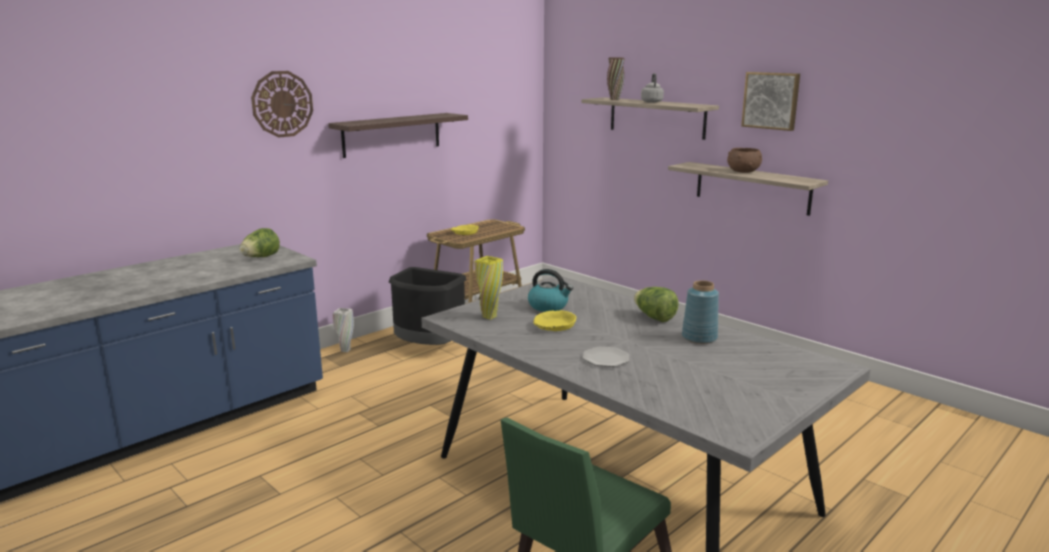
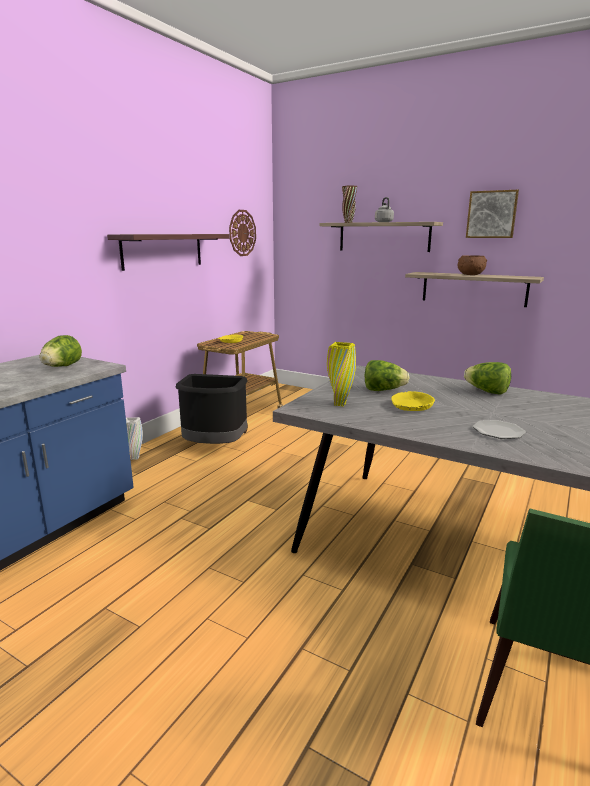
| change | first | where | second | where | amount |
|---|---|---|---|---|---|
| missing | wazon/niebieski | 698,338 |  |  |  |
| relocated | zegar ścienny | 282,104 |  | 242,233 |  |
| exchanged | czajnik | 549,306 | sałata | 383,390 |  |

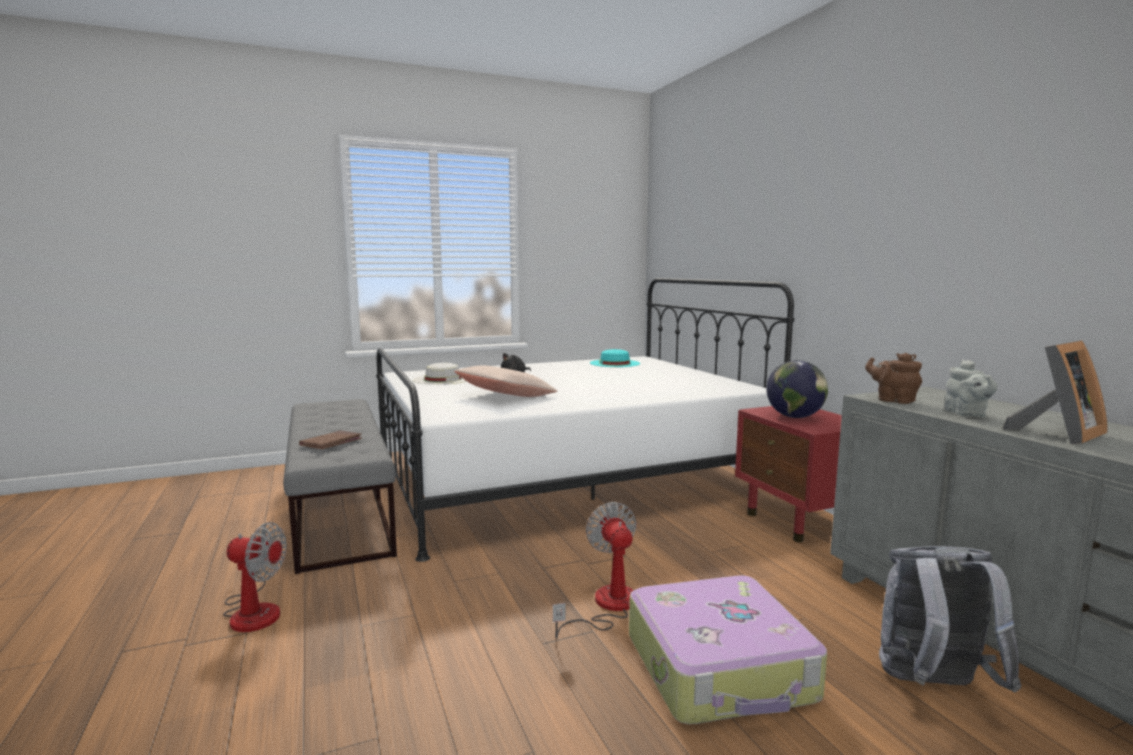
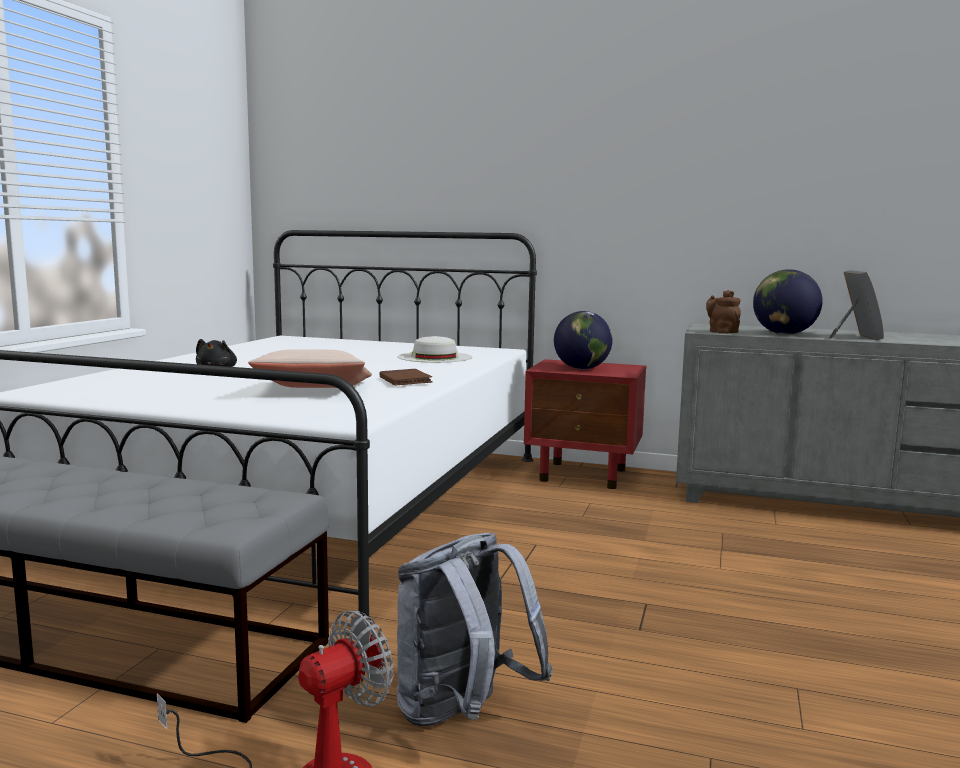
| change | first | where | second | where | amount |
|---|---|---|---|---|---|
| missing | wentylator | 606,606 |  |  |  |
| missing | kapelusz/turkusowy | 614,363 |  |  |  |
| missing | walizka | 720,668 |  |  |  |
| relocated | książka/brązowy | 331,443 |  | 405,381 |  |
| relocated | kapelusz/biały | 442,379 |  | 434,357 |  |
| relocated | plecak/szary | 932,686 |  | 462,715 |  |
| exchanged | imbryk/szary | 967,414 | globus | 784,334 |  |
| spun | imbryk/brązowy | 893,400 |  | 721,332 | 75 degrees clockwise |

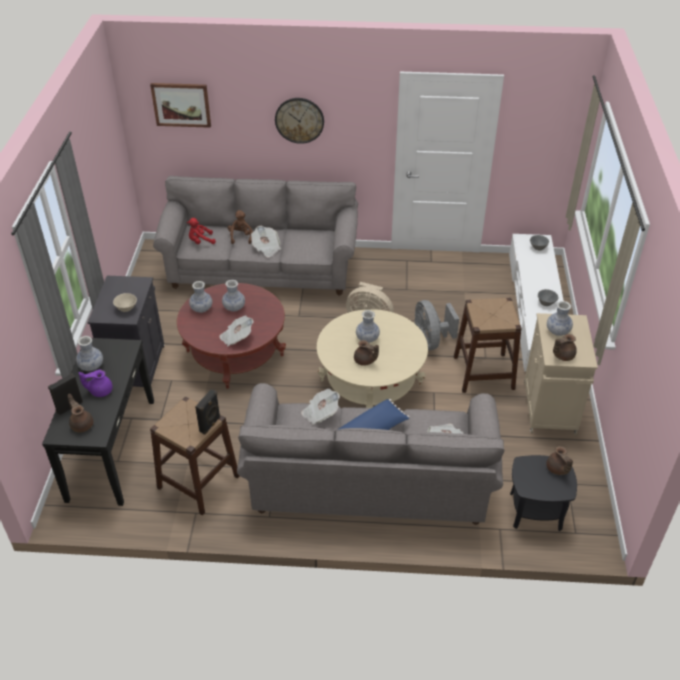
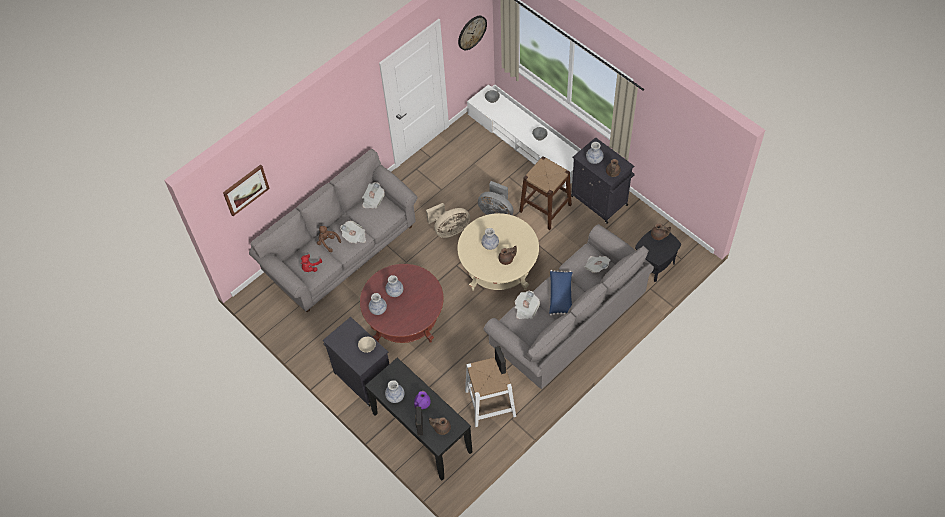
| change | first | where | second | where | amount |
|---|---|---|---|---|---|
| relocated | gazeta | 236,337 |  | 372,200 |  |
| relocated | zegar ścienny | 299,120 |  | 471,32 |  |
| colour | stołek/brązowy | 198,482 | stołek/biały | 490,403 |  |
| colour | szafka/beżowy | 549,409 | szafka/czarny | 600,201 |  |

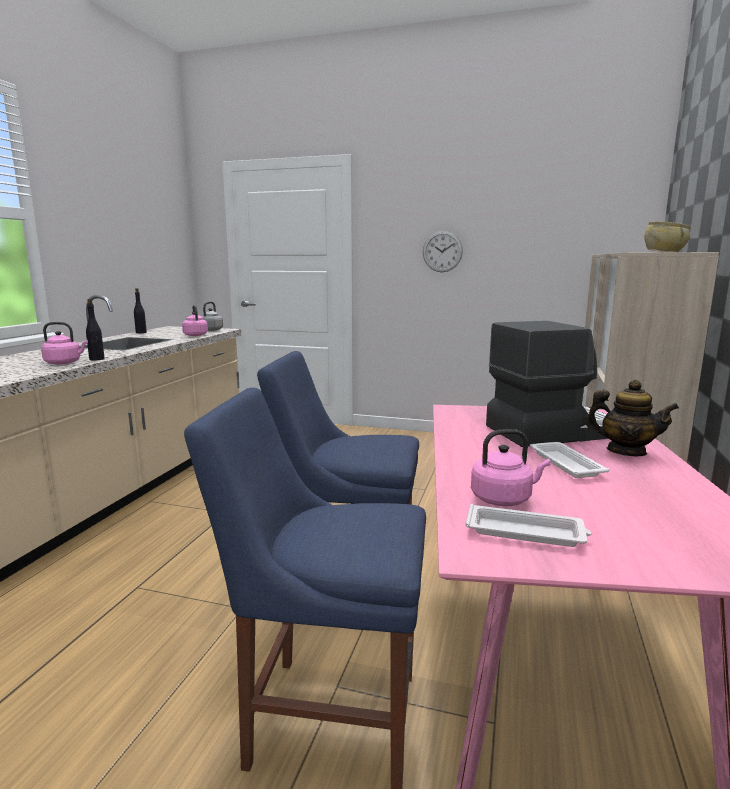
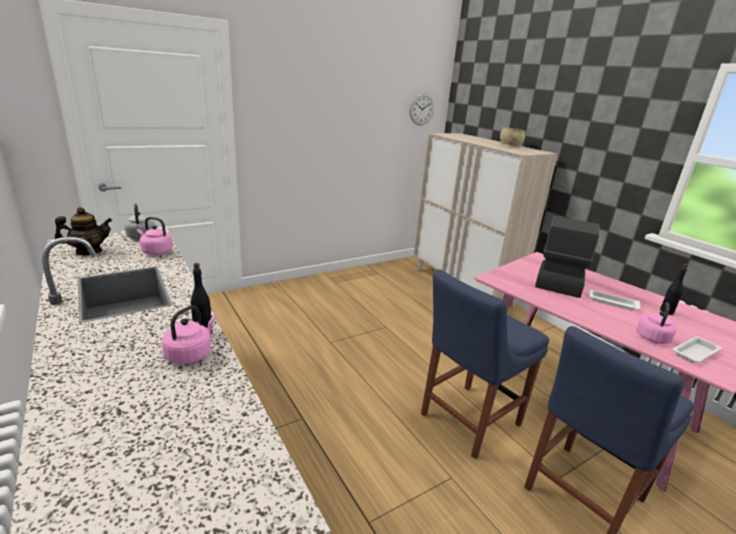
| change | first | where | second | where | amount |
|---|---|---|---|---|---|
| relocated | butelka/czarny | 141,332 |  | 666,311 |  |
| relocated | zegar ścienny | 442,251 |  | 421,109 |  |
| relocated | imbryk | 626,451 |  | 89,252 |  |

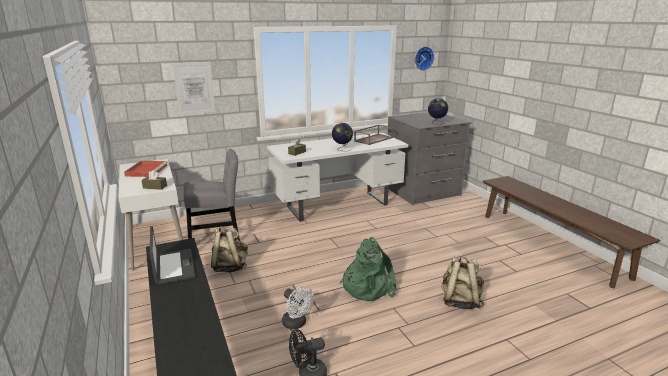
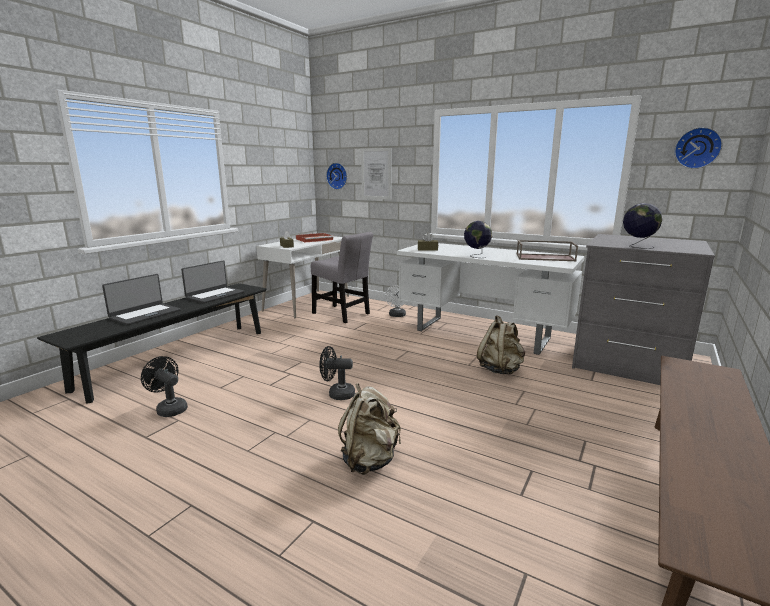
| change | first | where | second | where | amount |
|---|---|---|---|---|---|
| appeared |  |  | laptop | 145,314 |  |
| appeared |  |  | zegar ścienny | 337,176 |  |
| relocated | plecak/beżowy | 230,267 |  | 500,369 |  |
| relocated | wentylator/biały | 296,324 |  | 397,315 |  |
| exchanged | plecak/zielony | 367,286 | wentylator/czarny | 337,394 |  |

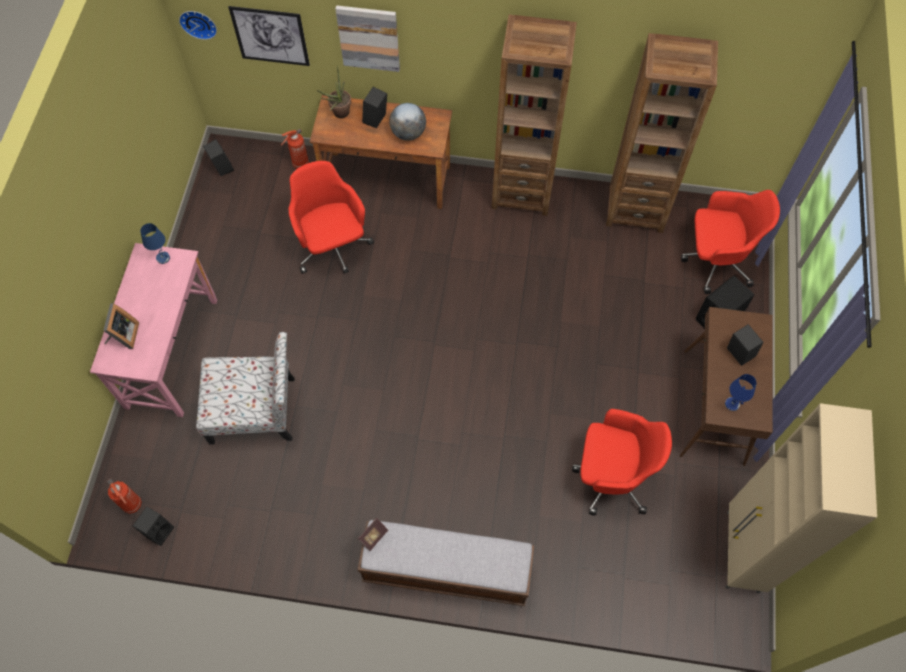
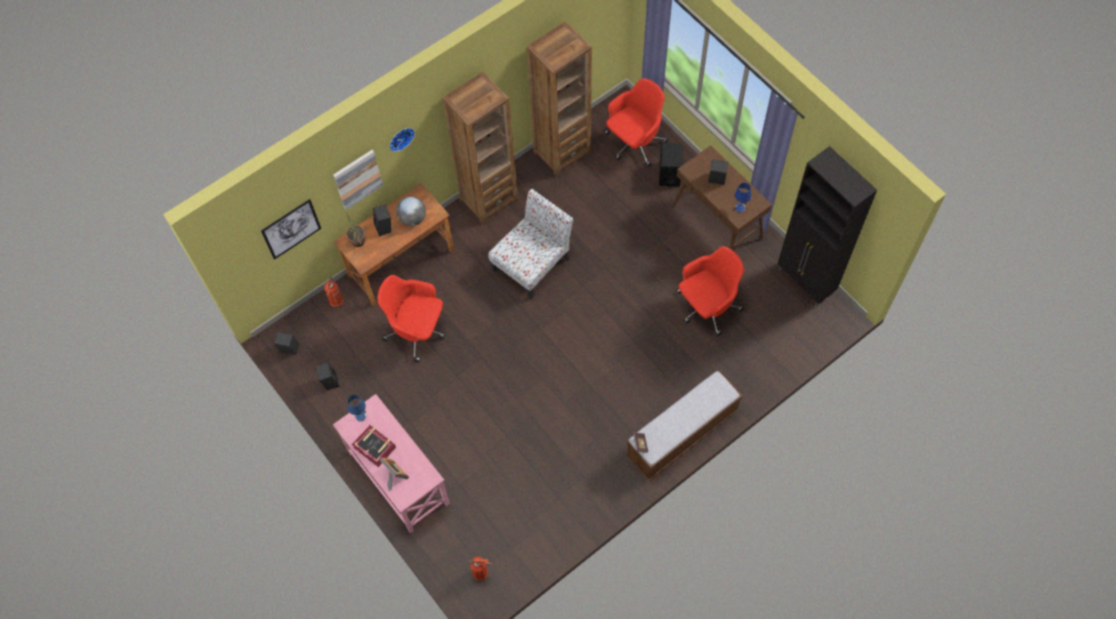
| change | first | where | second | where | amount |
|---|---|---|---|---|---|
| appeared |  |  | książka | 375,447 |  |
| relocated | głośnik/czarny | 159,530 |  | 329,381 |  |
| relocated | zegar ścienny | 199,23 |  | 400,138 |  |
| relocated | krzesło | 255,410 |  | 532,263 |  |
| colour | szafka/beżowy | 742,552 | szafka/czarny | 805,283 |  |

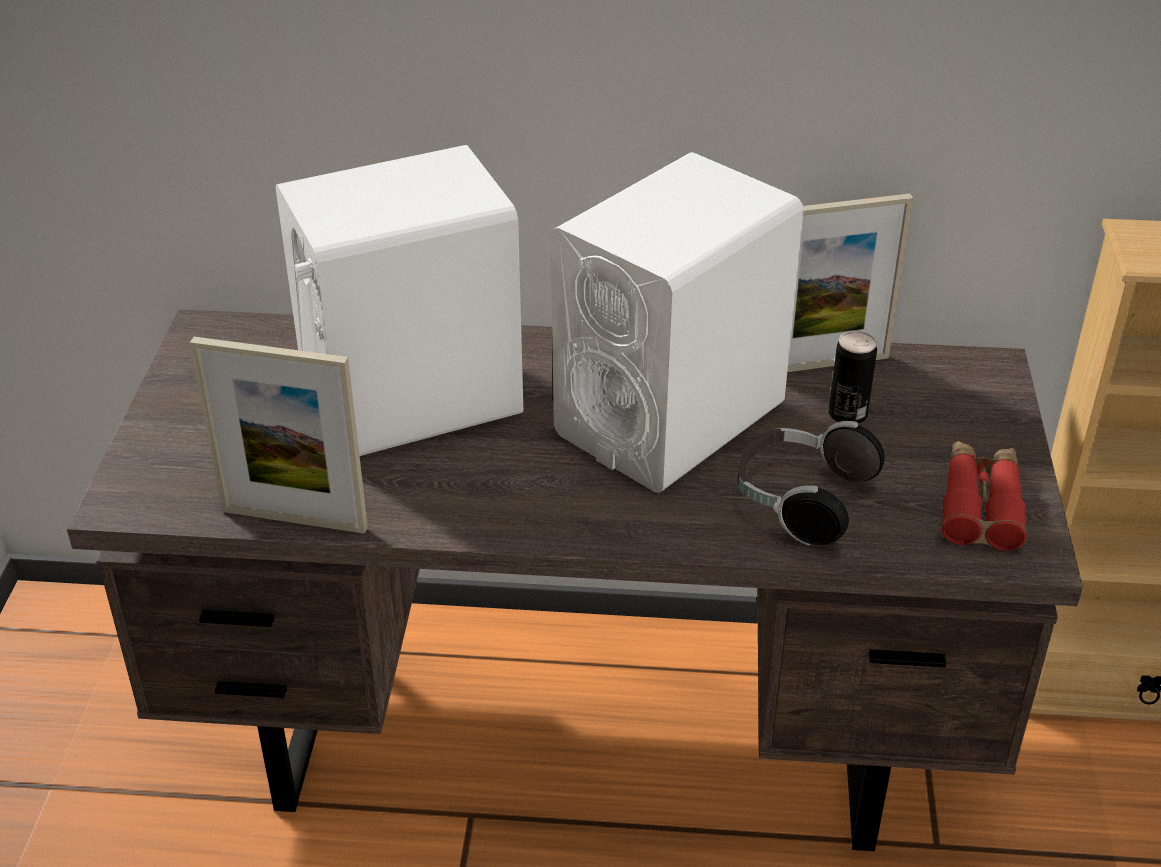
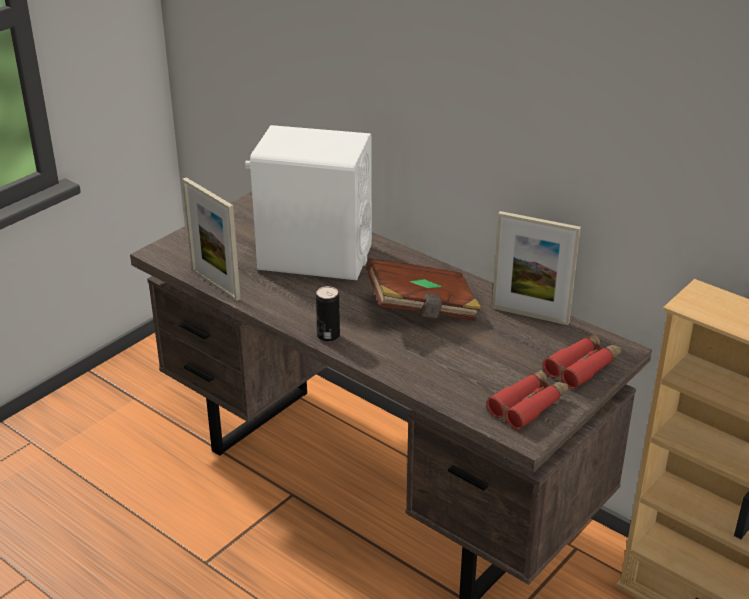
| change | first | where | second | where | amount |
|---|---|---|---|---|---|
| missing | słuchawki | 800,500 |  |  |  |
| appeared |  |  | lornetka/czerwony | 582,367 |  |
| relocated | puszka | 847,414 |  | 328,336 |  |
| exchanged | głośnik/biały | 670,419 | książka/brązowy | 422,309 |  |

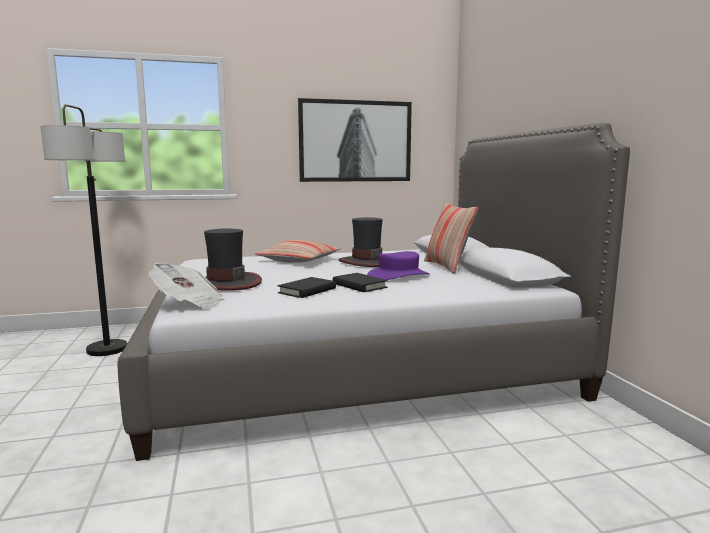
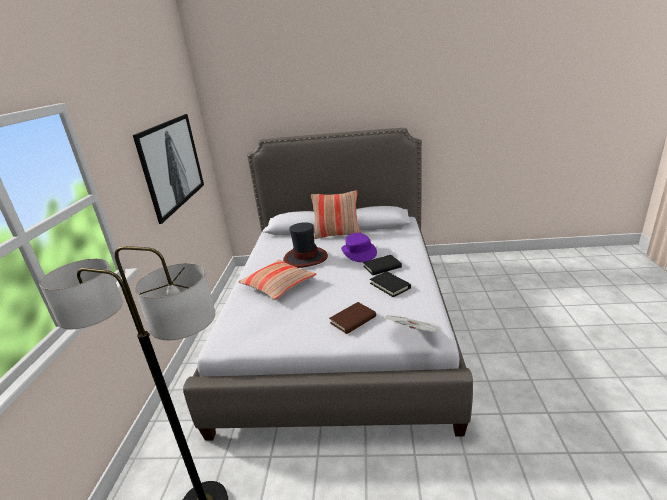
| change | first | where | second | where | amount |
|---|---|---|---|---|---|
| exchanged | kapelusz | 226,283 | książka/brązowy | 353,320 |  |

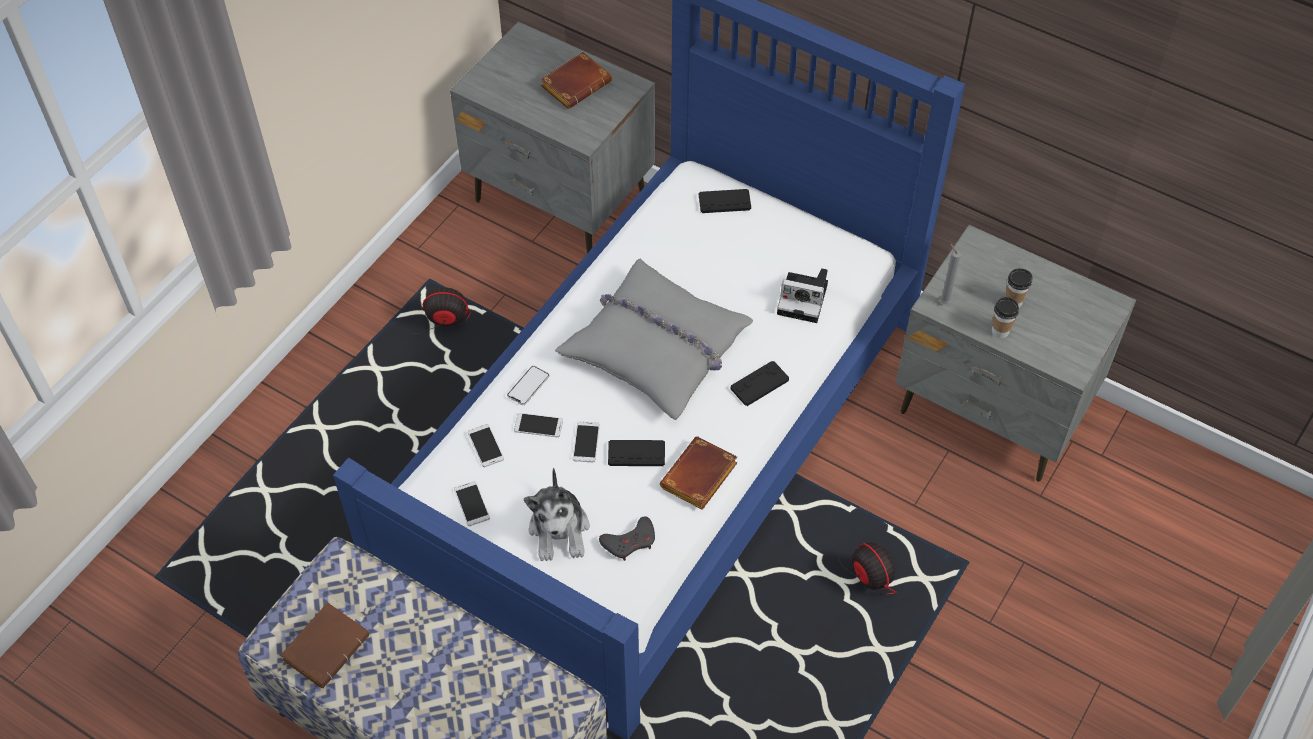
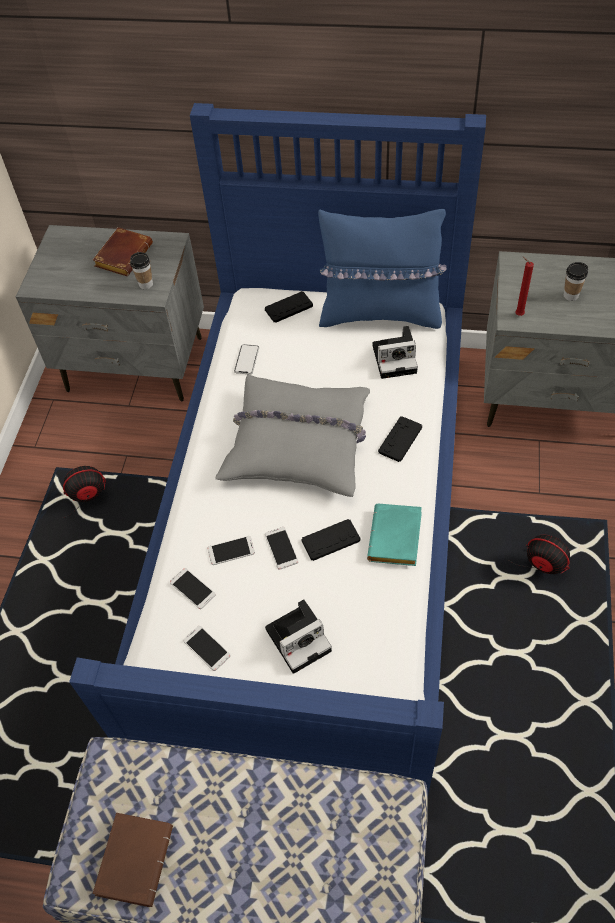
| change | first | where | second | where | amount |
|---|---|---|---|---|---|
| missing | pad do gier/szary | 630,541 |  |  |  |
| appeared |  |  | poduszka/niebieski | 380,314 |  |
| relocated | telefon | 528,386 |  | 246,360 |  |
| relocated | filiżanka | 1000,331 |  | 146,284 |  |
| exchanged | pluszak | 559,530 | aparat fotograficzny | 300,638 |  |
| colour | książka/brązowy | 699,479 | książka/turkusowy | 397,540 |  |
| colour | świeca/szary | 943,301 | świeca/czerwony | 517,314 |  |

